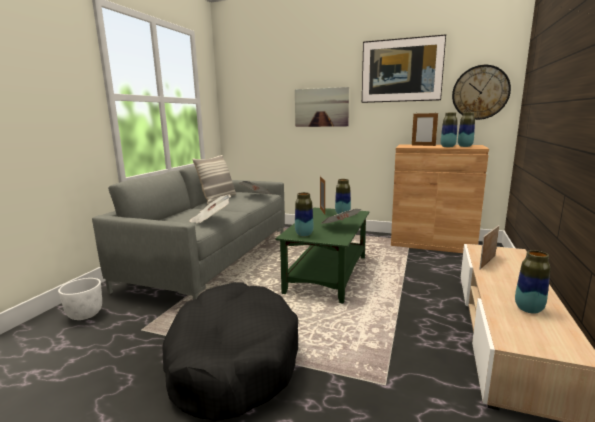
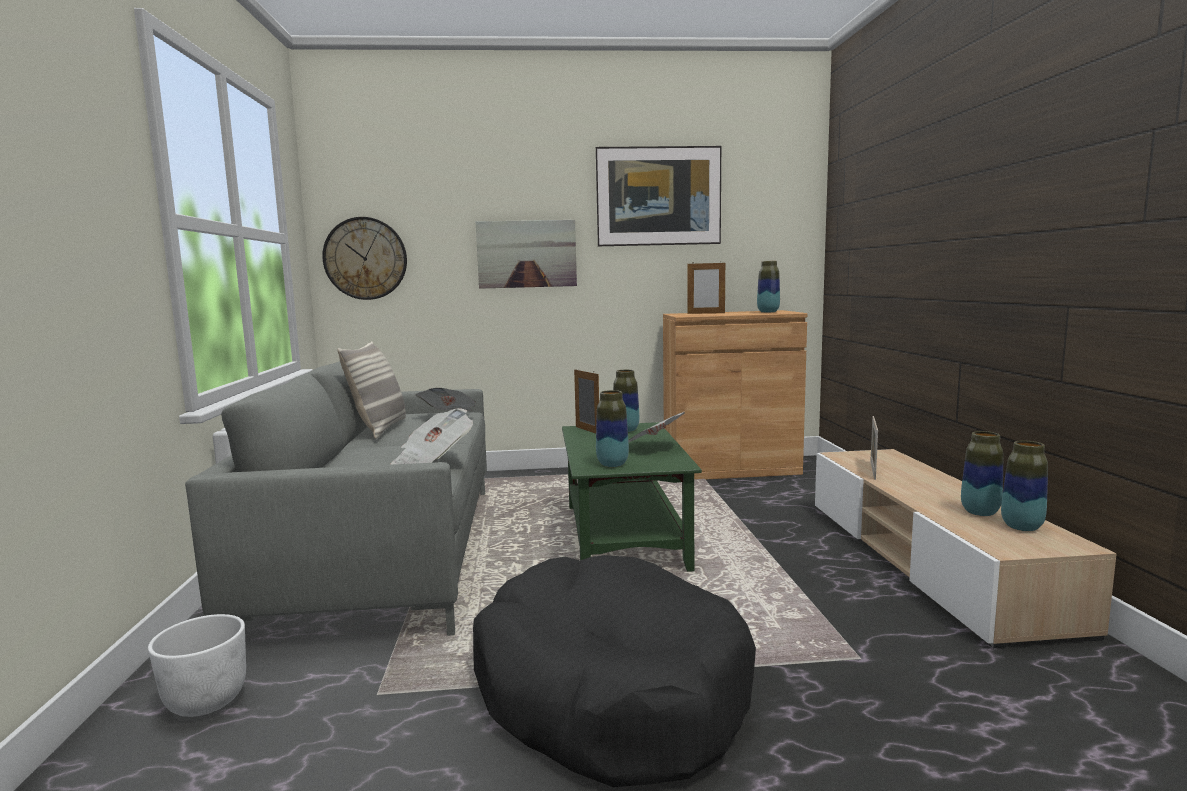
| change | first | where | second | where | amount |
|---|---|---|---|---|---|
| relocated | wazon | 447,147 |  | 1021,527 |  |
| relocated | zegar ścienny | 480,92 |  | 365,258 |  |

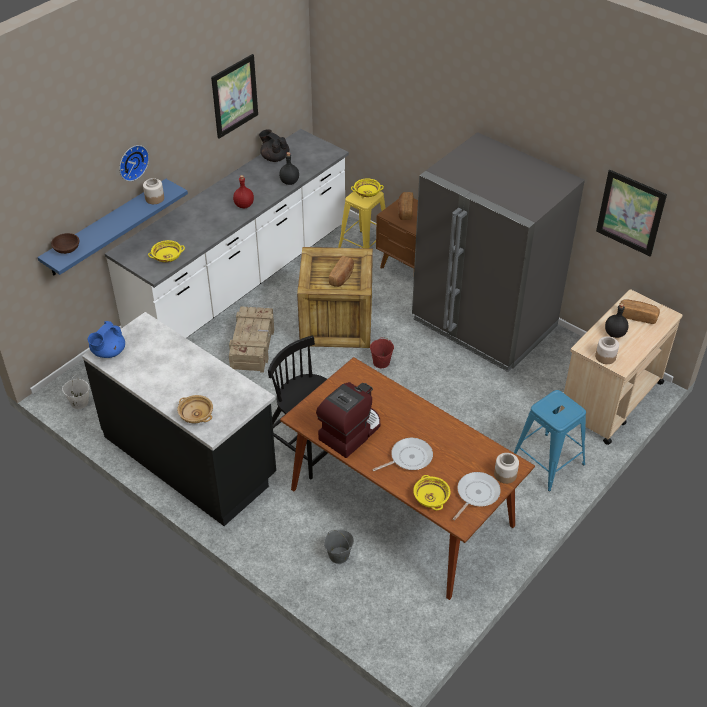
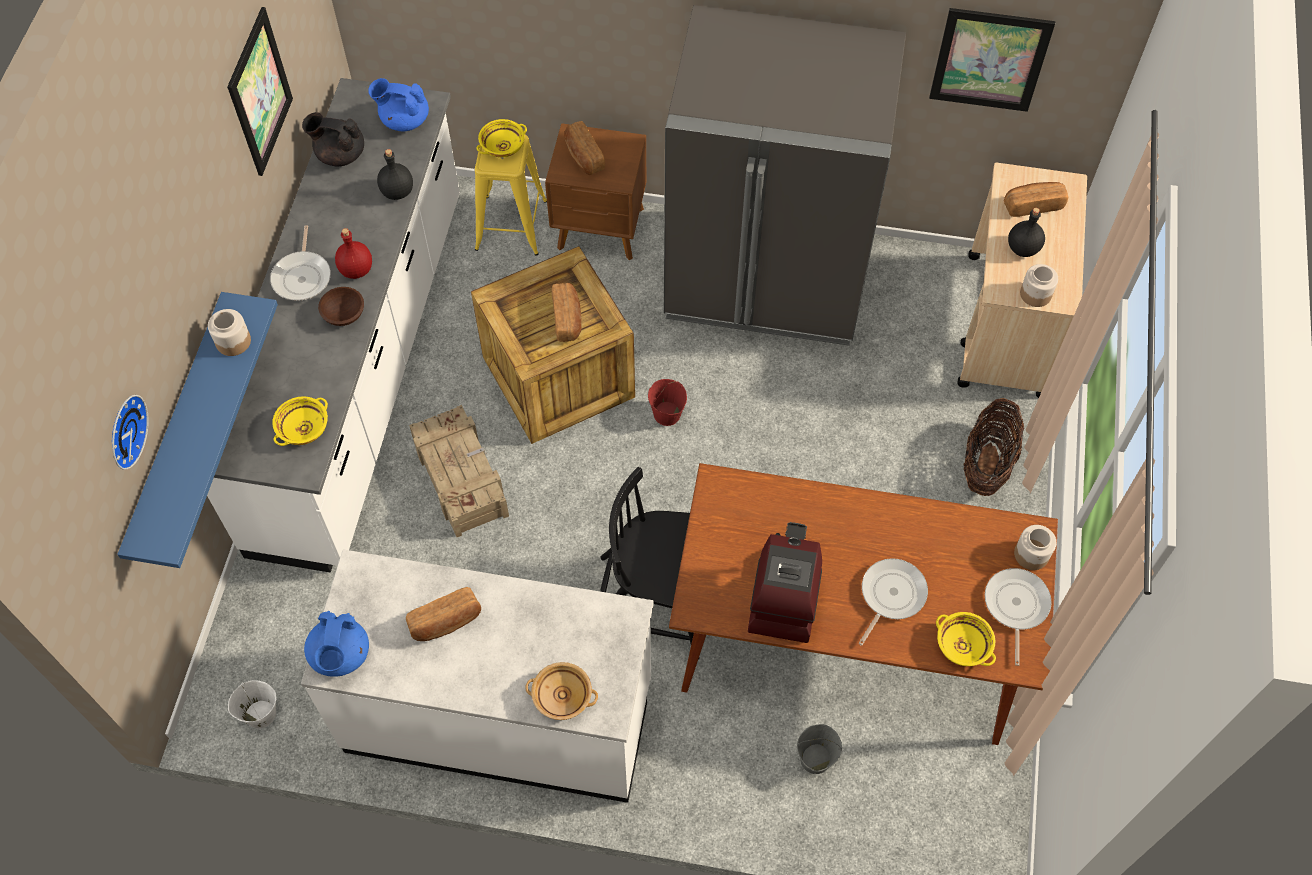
| change | first | where | second | where | amount |
|---|---|---|---|---|---|
| appeared |  |  | patelnia | 302,276 |  |
| appeared |  |  | imbryk/niebieski | 404,120 |  |
| appeared |  |  | chleb | 446,622 |  |
| relocated | miska/brązowy | 67,249 |  | 344,314 |  |
| relocated | zegar ścienny | 132,162 |  | 124,431 |  |
| exchanged | stołek/niebieski | 547,461 | koszyk | 986,464 |  |
| colour | zabudowa kuchenna/czarny | 190,456 | zabudowa kuchenna/biały | 499,715 |  |

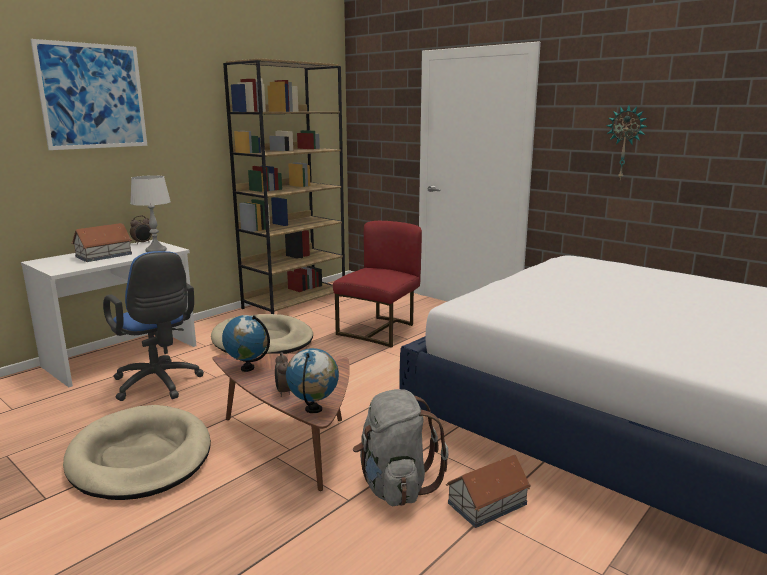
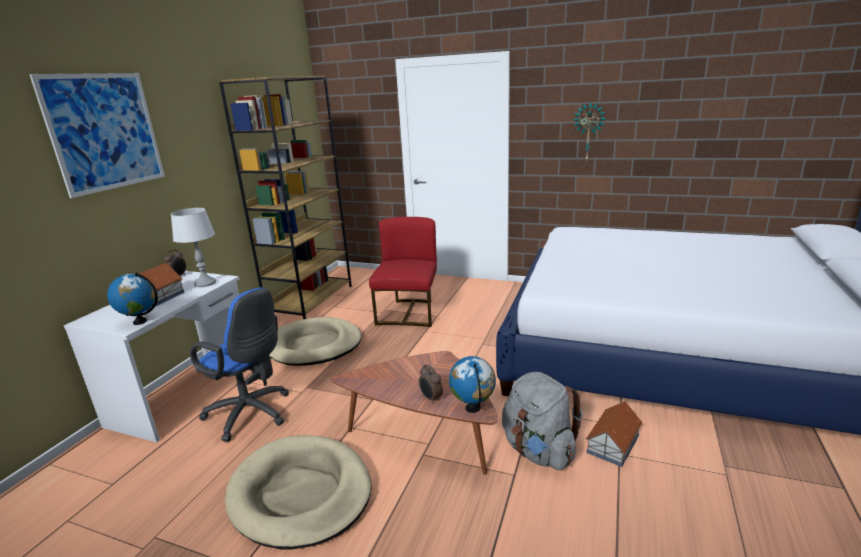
| change | first | where | second | where | amount |
|---|---|---|---|---|---|
| relocated | globus | 247,368 |  | 140,321 |  |

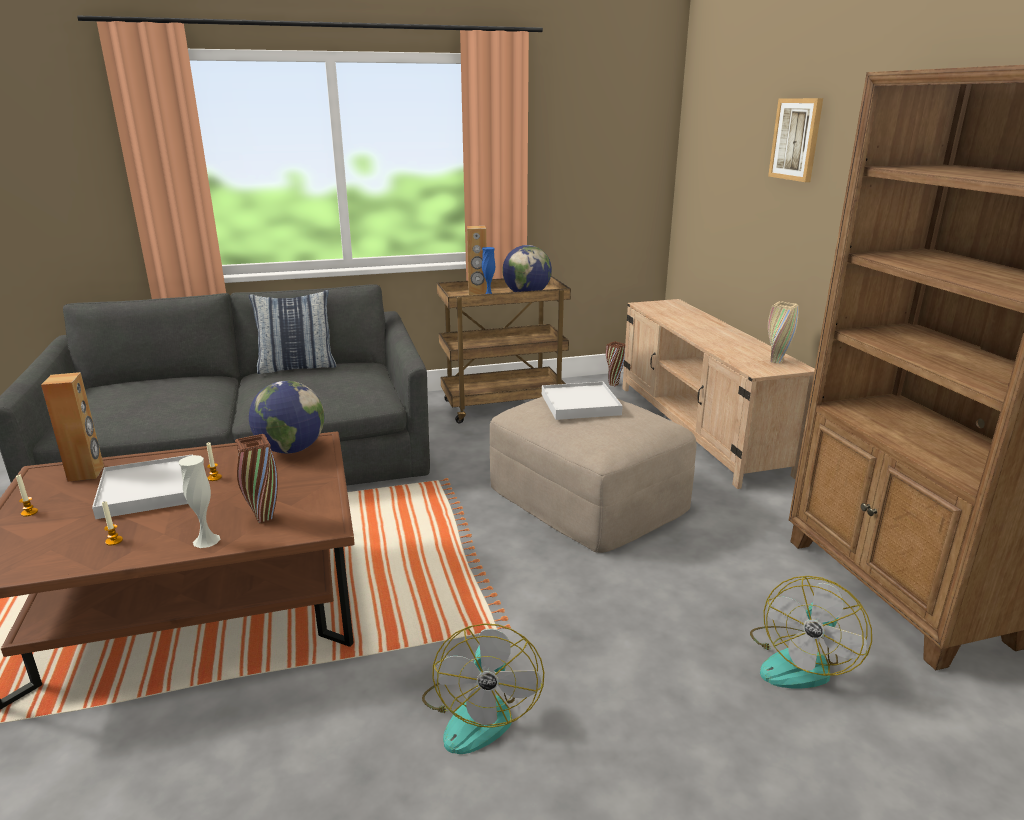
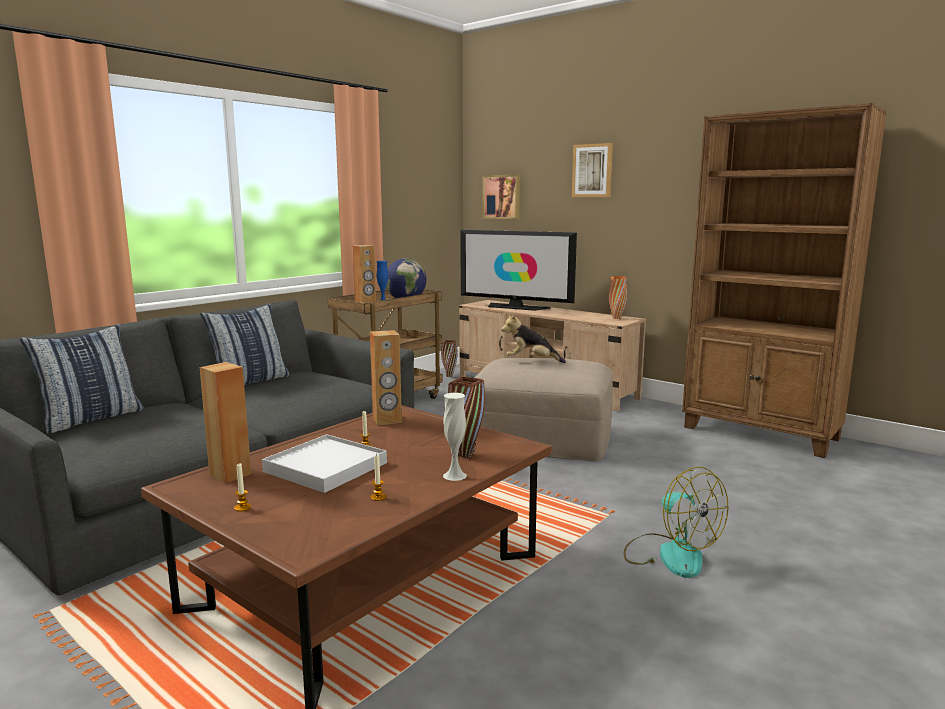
| change | first | where | second | where | amount |
|---|---|---|---|---|---|
| missing | wentylator | 800,661 |  |  |  |
| appeared |  |  | poduszka | 91,419 |  |
| appeared |  |  | telewizor | 515,307 |  |
| appeared |  |  | obraz | 502,197 |  |
| exchanged | globus | 291,449 | głośnik/brązowy | 387,420 |  |
| exchanged | taca/biały | 580,404 | pluszak | 531,361 |  |
| colour | wazon/beżowy | 776,361 | wazon/pomarańczowy | 616,318 |  |

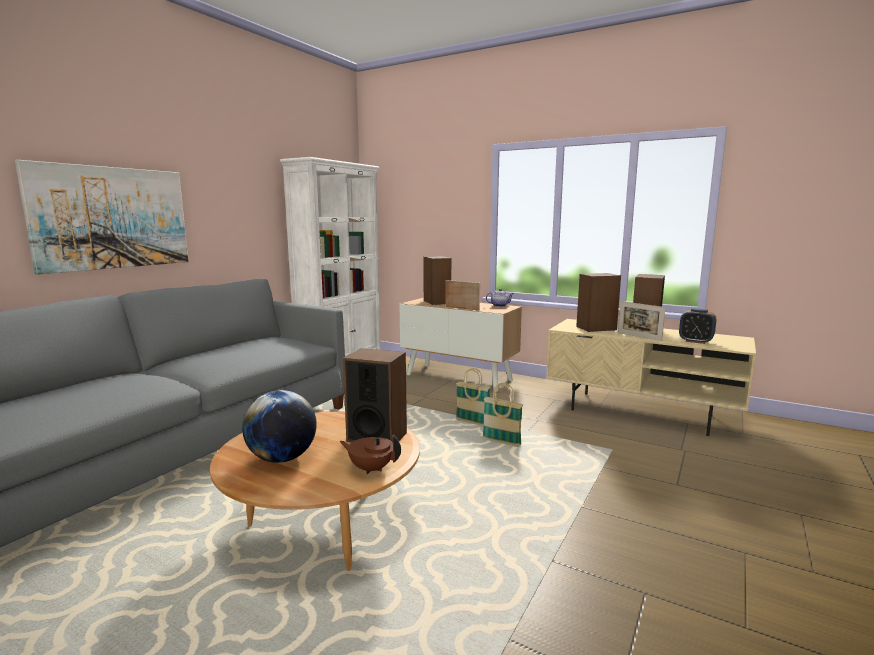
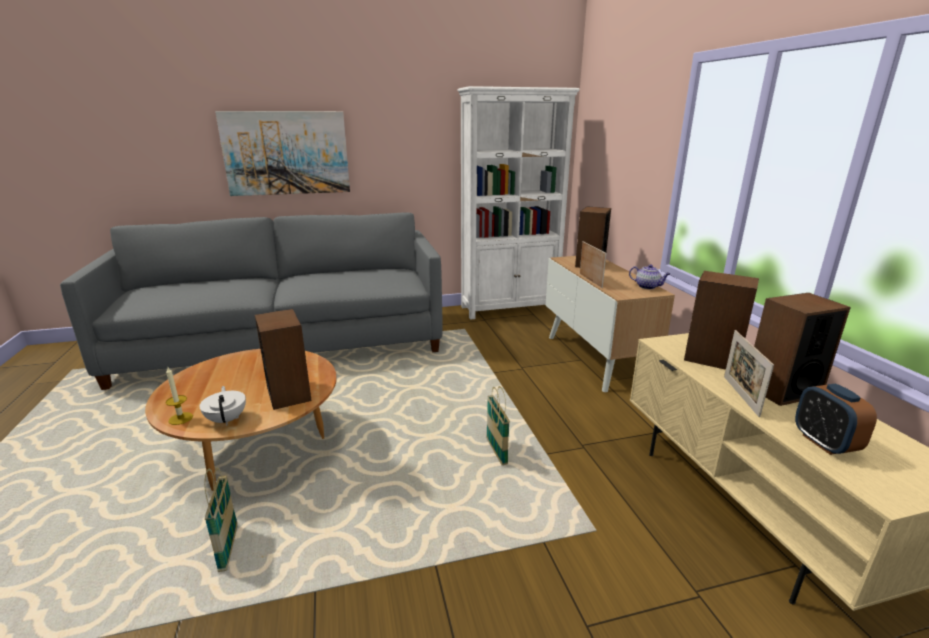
| change | first | where | second | where | amount |
|---|---|---|---|---|---|
| missing | globus | 282,458 |  |  |  |
| appeared |  |  | świeca | 181,418 |  |
| relocated | koszyk | 472,423 |  | 228,548 |  |
| colour | imbryk/brązowy | 371,468 | imbryk/biały | 227,419 |  |

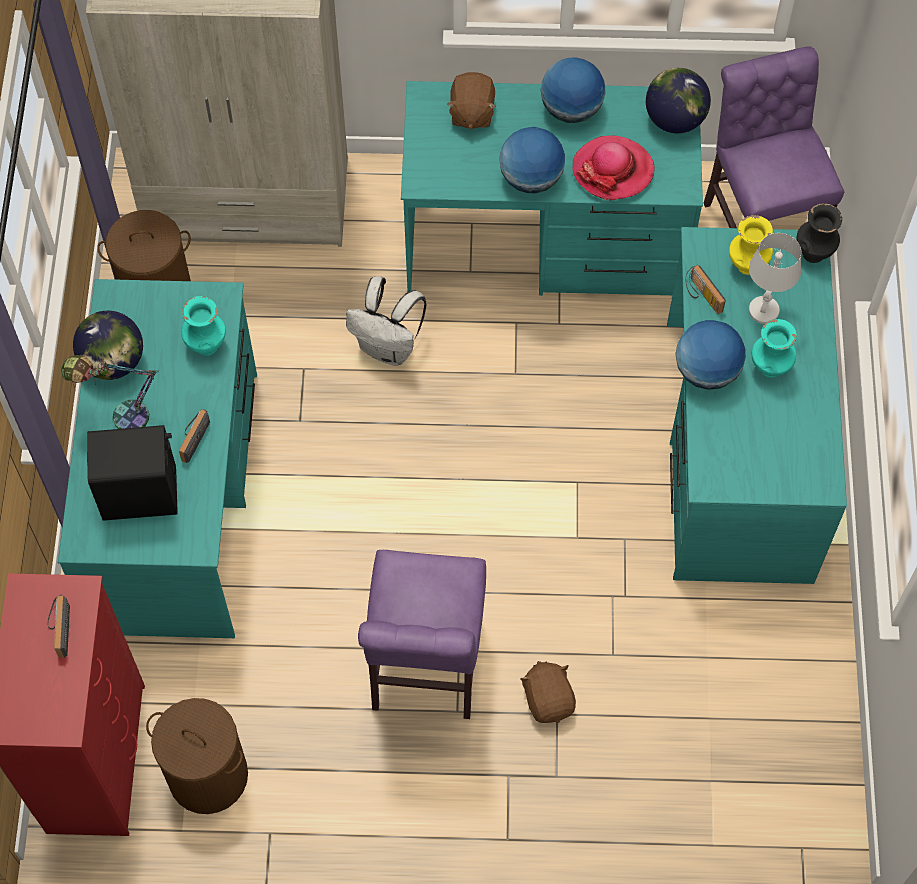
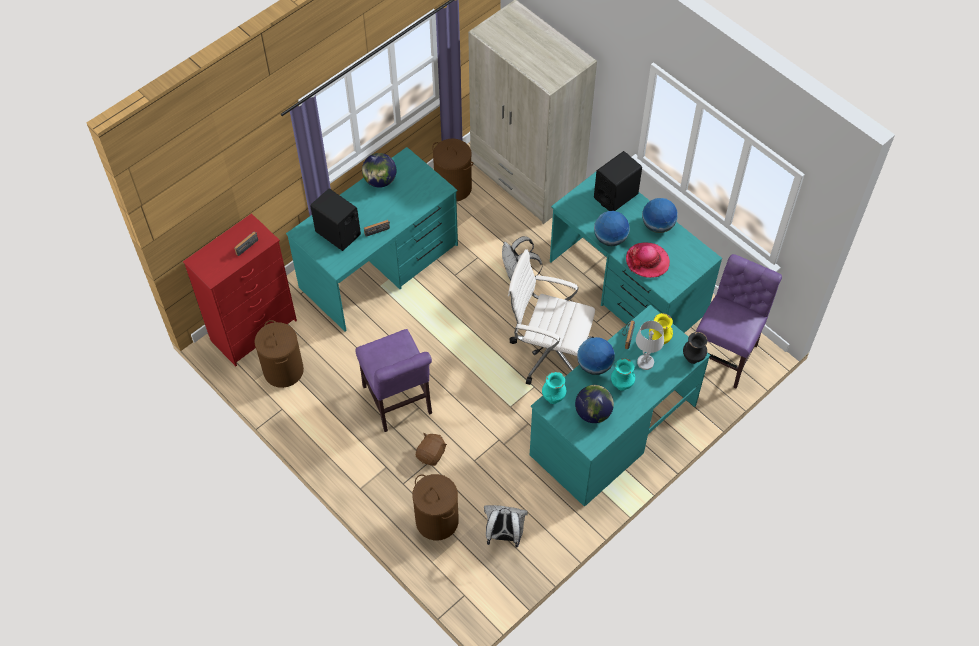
| change | first | where | second | where | amount |
|---|---|---|---|---|---|
| missing | lampa stołowa | 120,416 |  |  |  |
| appeared |  |  | kosz na pranie/brązowy | 436,520 |  |
| appeared |  |  | plecak/biały | 504,535 |  |
| appeared |  |  | krzesło biurowe/biały | 549,351 |  |
| relocated | wazon/turkusowy | 206,345 |  | 553,398 |  |
| relocated | globus | 674,120 |  | 593,413 |  |
| exchanged | pluszak/brązowy | 471,113 | głośnik/czarny | 616,196 |  |
| spun | krzesło/fioletowy | 425,670 |  | 398,403 | 75 degrees counterclockwise |

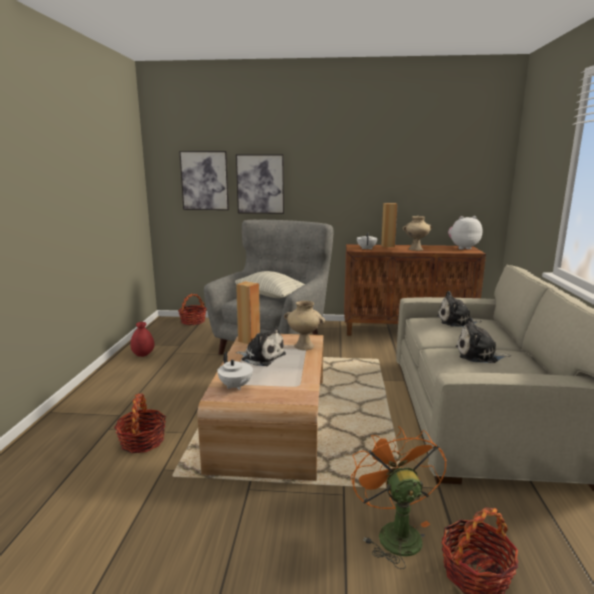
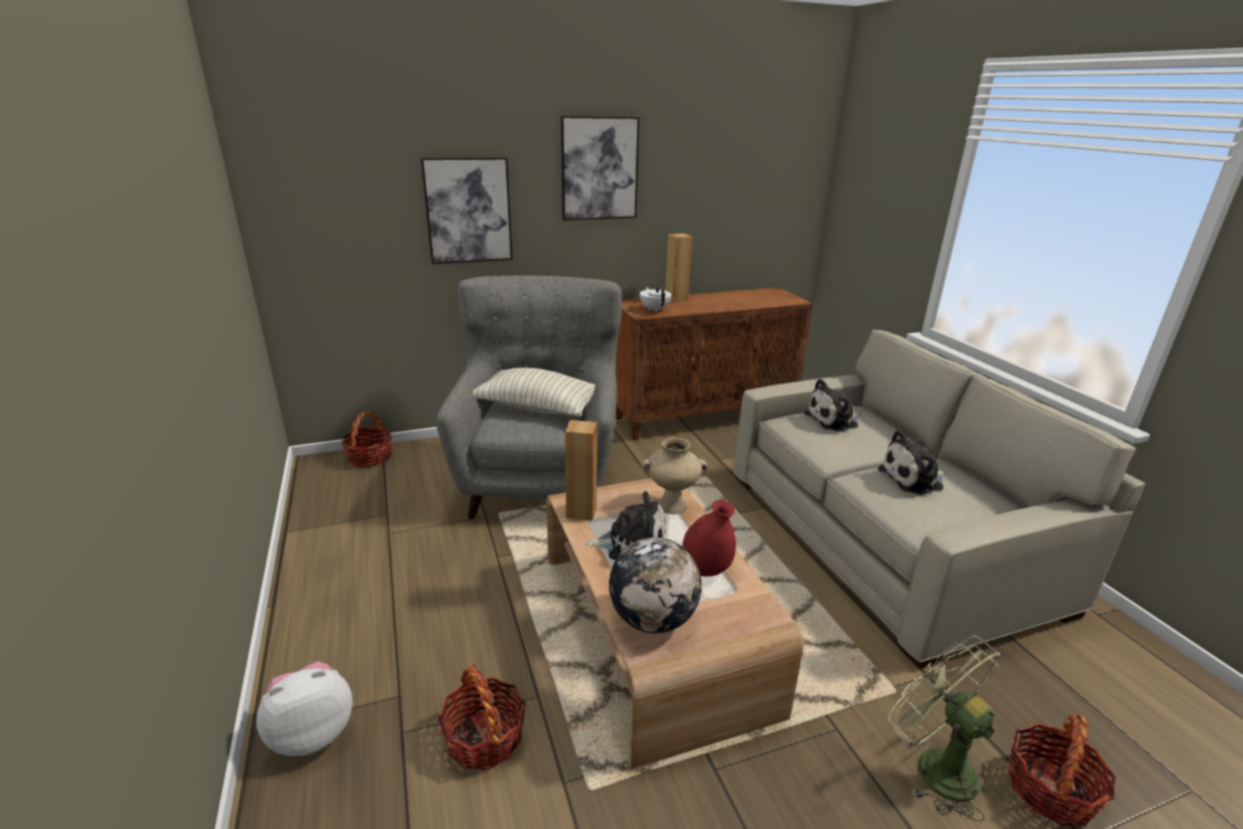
| change | first | where | second | where | amount |
|---|---|---|---|---|---|
| missing | wazon/beżowy | 415,249 |  |  |  |
| relocated | wazon/czerwony | 143,355 |  | 706,569 |  |
| relocated | obraz | 204,180 |  | 599,168 |  |
| relocated | pluszak | 462,248 |  | 312,732 |  |
| exchanged | imbryk/biały | 235,386 | globus | 653,619 |  |
| colour | wentylator/pomarańczowy | 394,532 | wentylator/zielony | 933,765 |  |

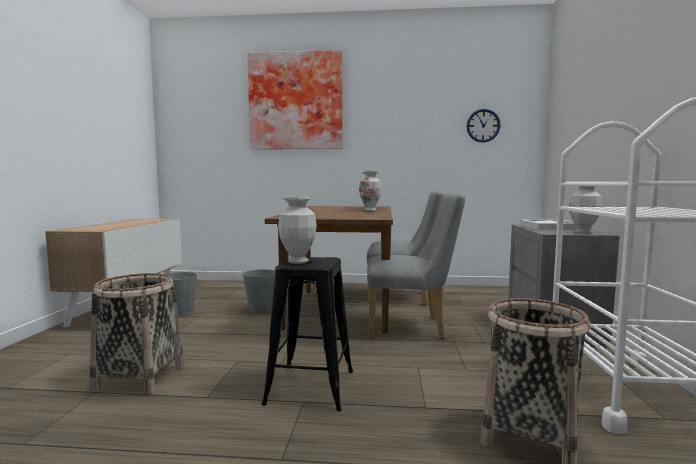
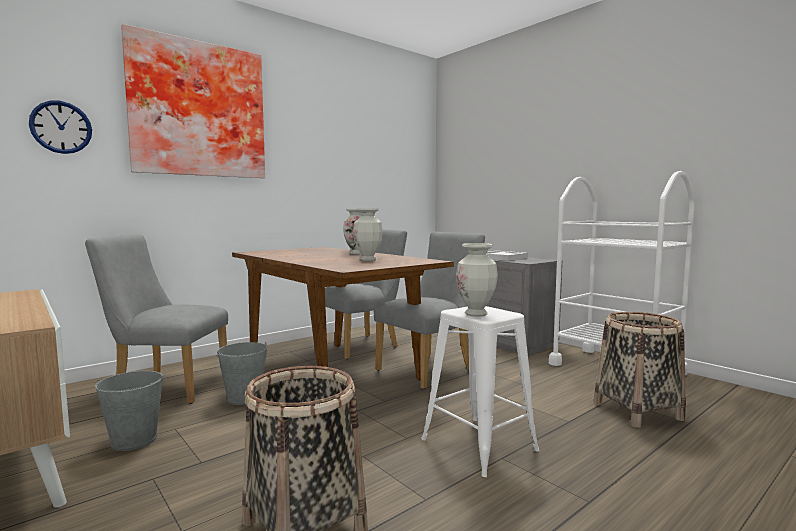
| change | first | where | second | where | amount |
|---|---|---|---|---|---|
| appeared |  |  | krzesło/szary | 166,387 |  |
| relocated | zegar ścienny | 483,125 |  | 61,127 |  |
| relocated | wazon | 583,232 |  | 368,260 |  |
| colour | stołek/czarny | 310,387 | stołek/biały | 478,445 |  |

